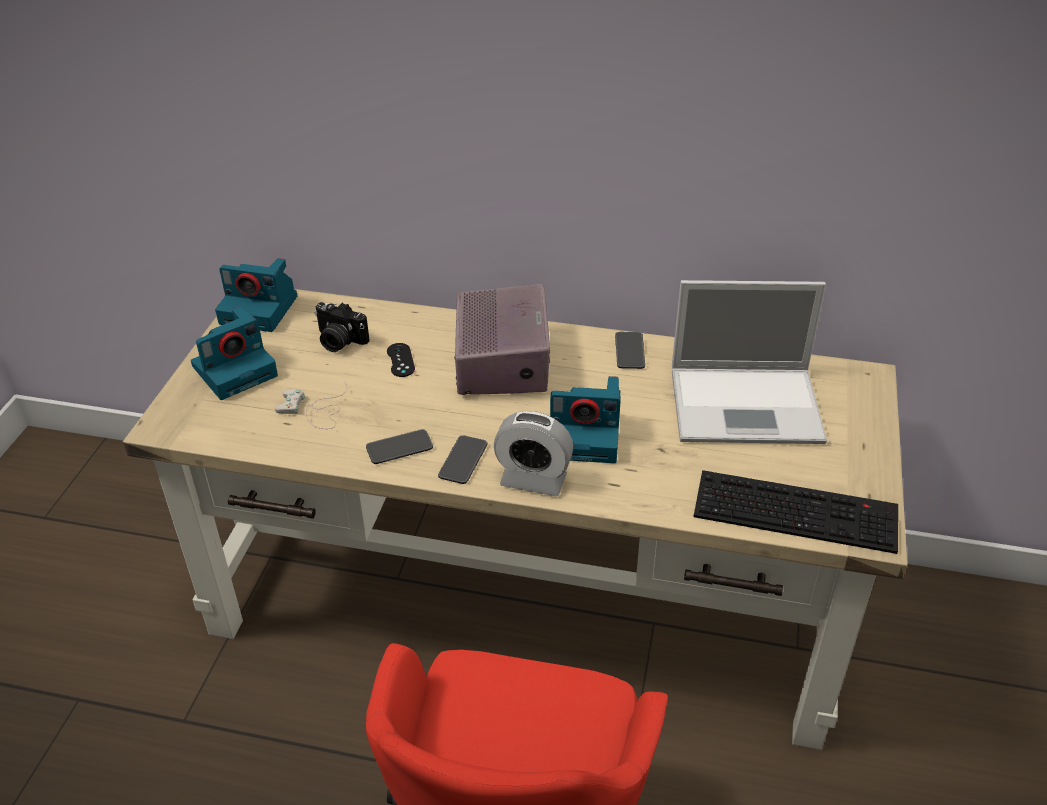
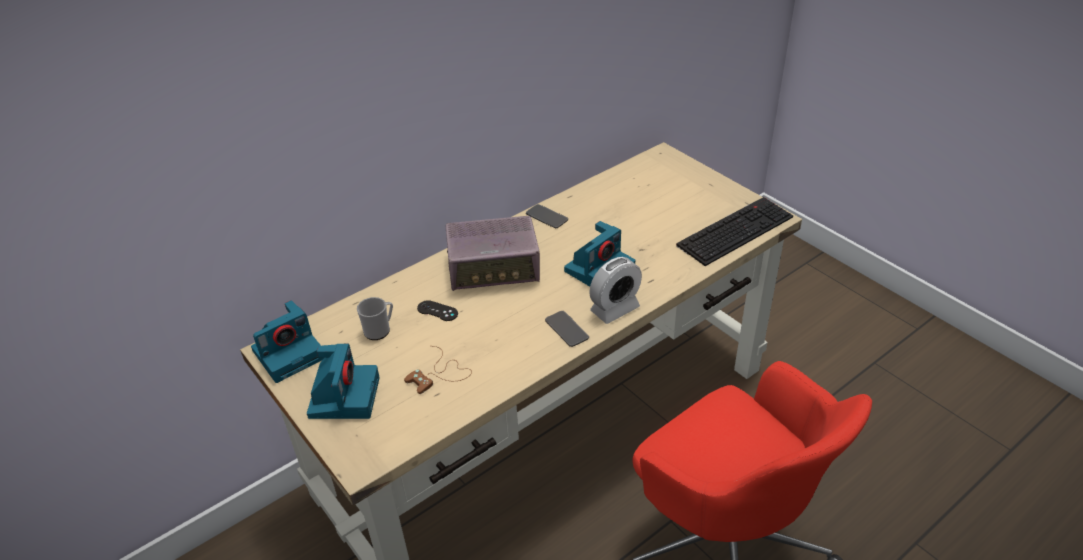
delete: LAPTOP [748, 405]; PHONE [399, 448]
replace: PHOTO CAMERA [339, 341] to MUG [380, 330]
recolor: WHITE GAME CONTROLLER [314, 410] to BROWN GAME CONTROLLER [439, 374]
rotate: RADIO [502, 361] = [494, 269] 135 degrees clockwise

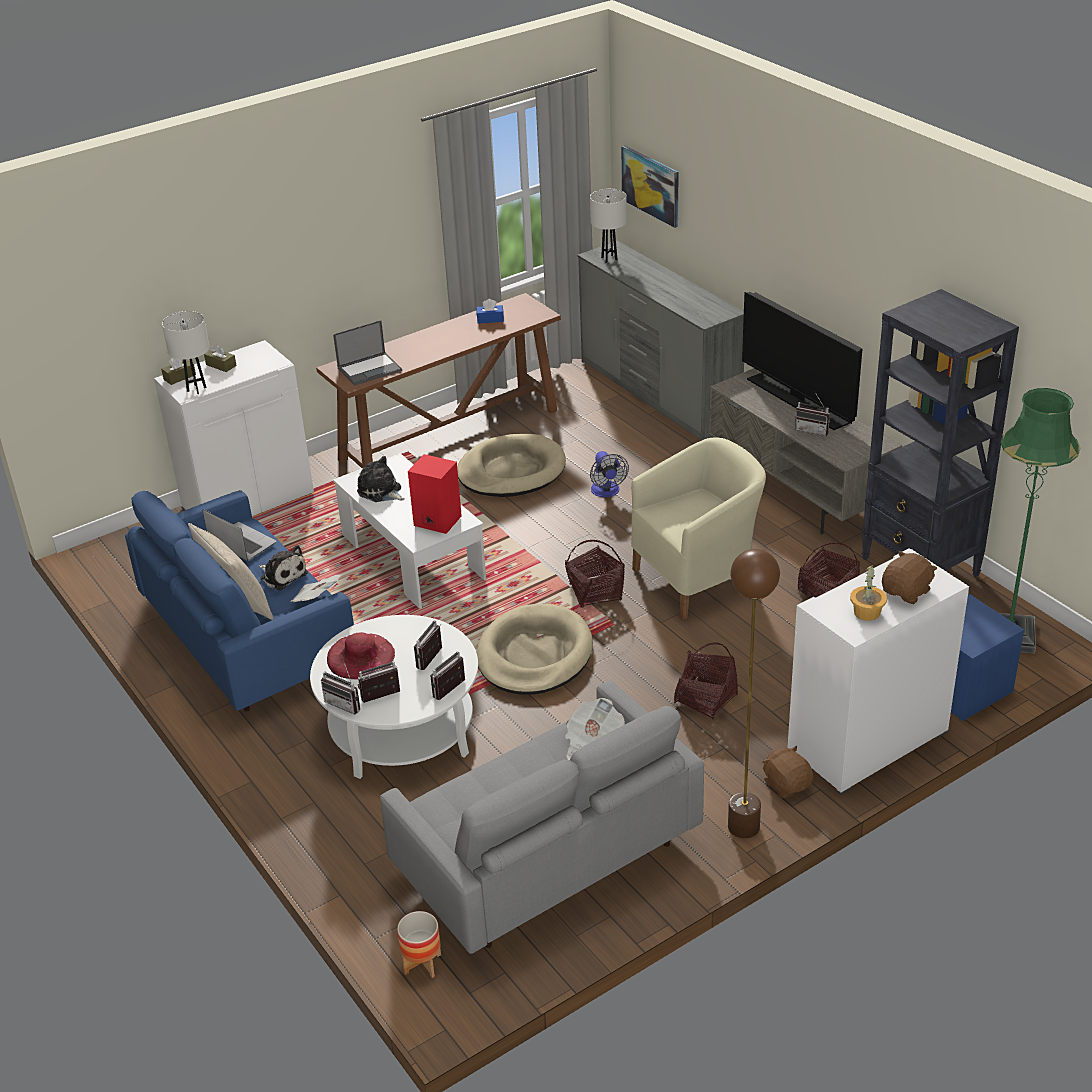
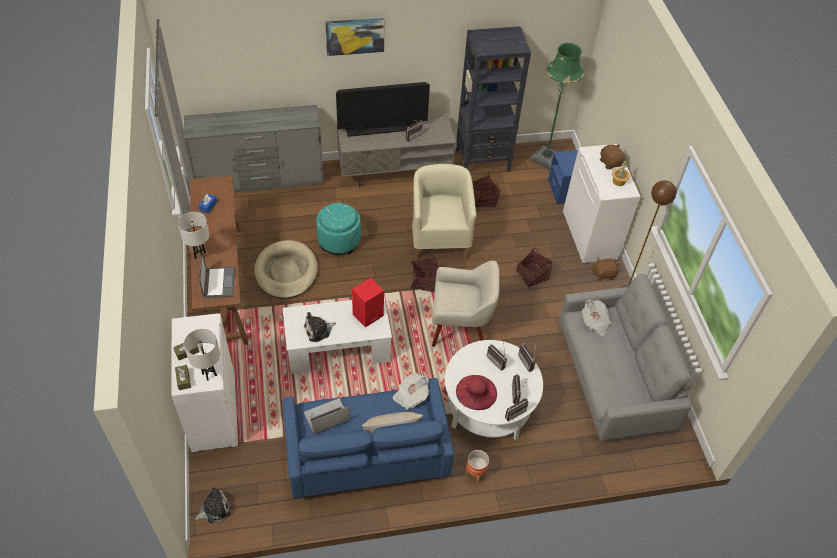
move: PICTURE [651, 185] to [355, 36]; WHITE TABLE LAMP [609, 258] to [200, 255]; PLUSH TOY [282, 575] to [214, 509]; PLANTER [422, 964] to [475, 472]
replace: FAN [606, 492] to TURQUOISE OTTOMAN [339, 241]; BEIGE DOG BED [534, 655] to BEIGE ARMCHAIR [460, 327]

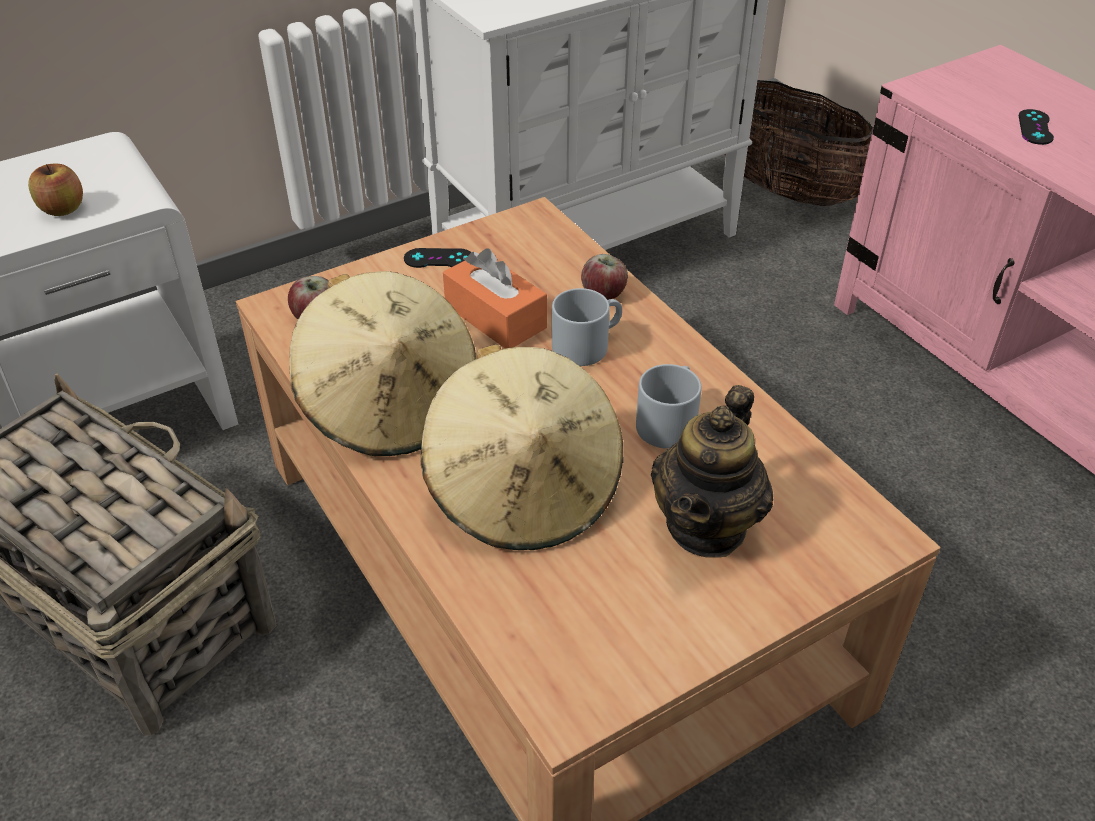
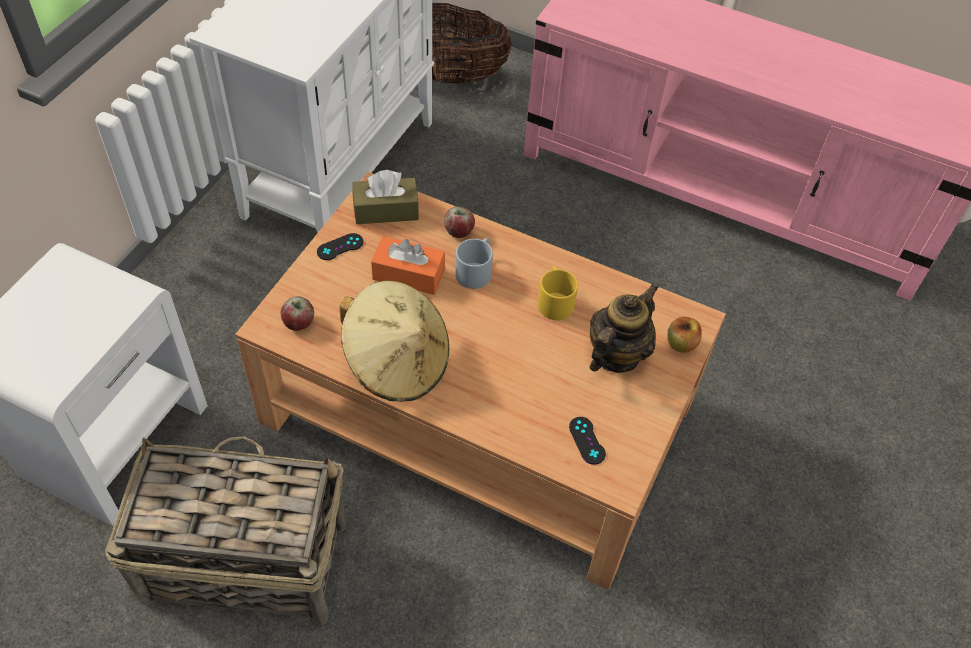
delete: BEIGE HAT [524, 491]
insert: BROWN TISSUE BOX [386, 210]
move: BLACK GAME CONTROLLER [1035, 127] to [587, 440]; APPLE [63, 209] to [681, 344]
recolor: GREY MUG [668, 420] to YELLOW MUG [554, 300]
rotate: TEAPOT [707, 526] = [616, 355] 135 degrees counterclockwise

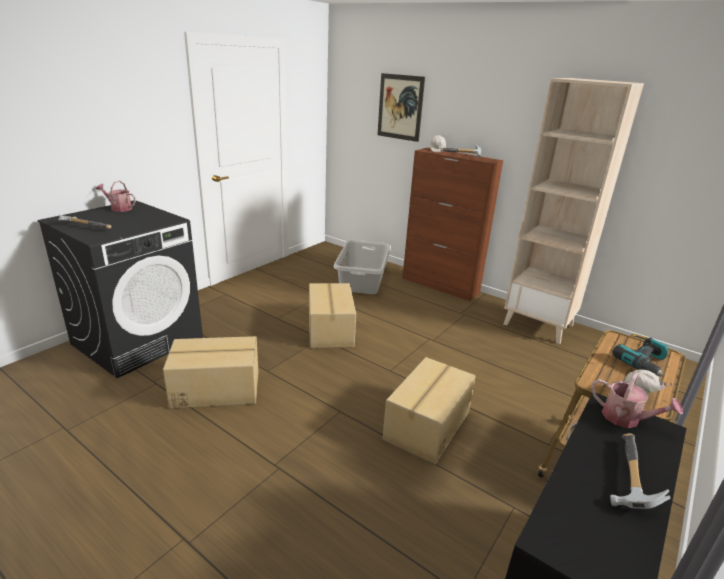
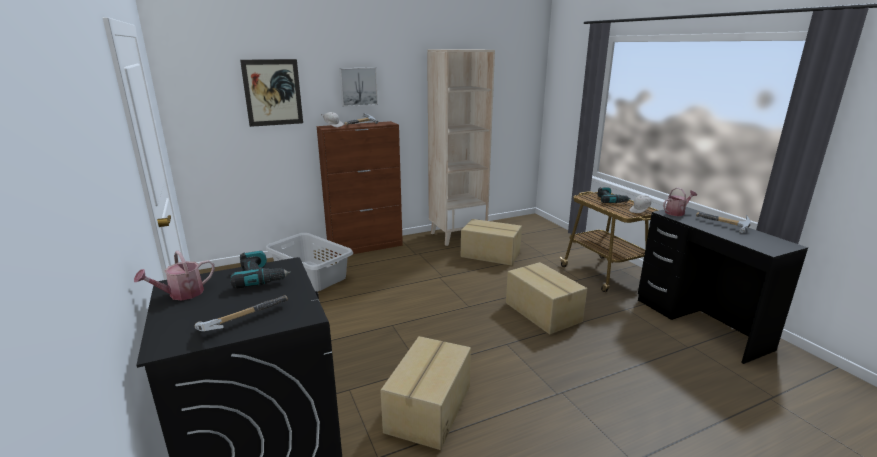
insert: PICTURE [358, 86]; POWER DRILL [260, 277]
move: CARDBOARD BOX [329, 330] to [490, 255]

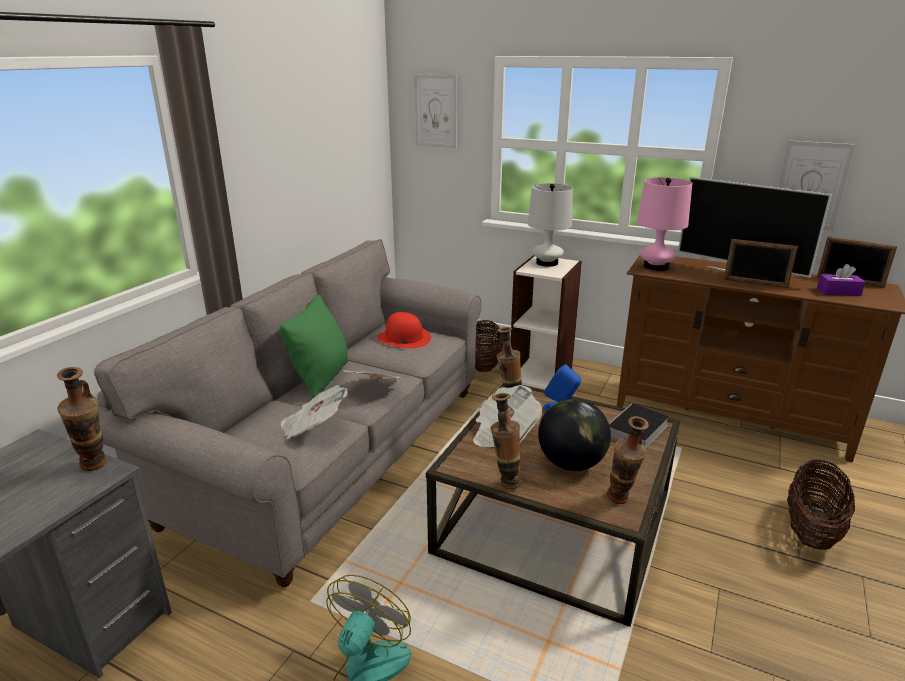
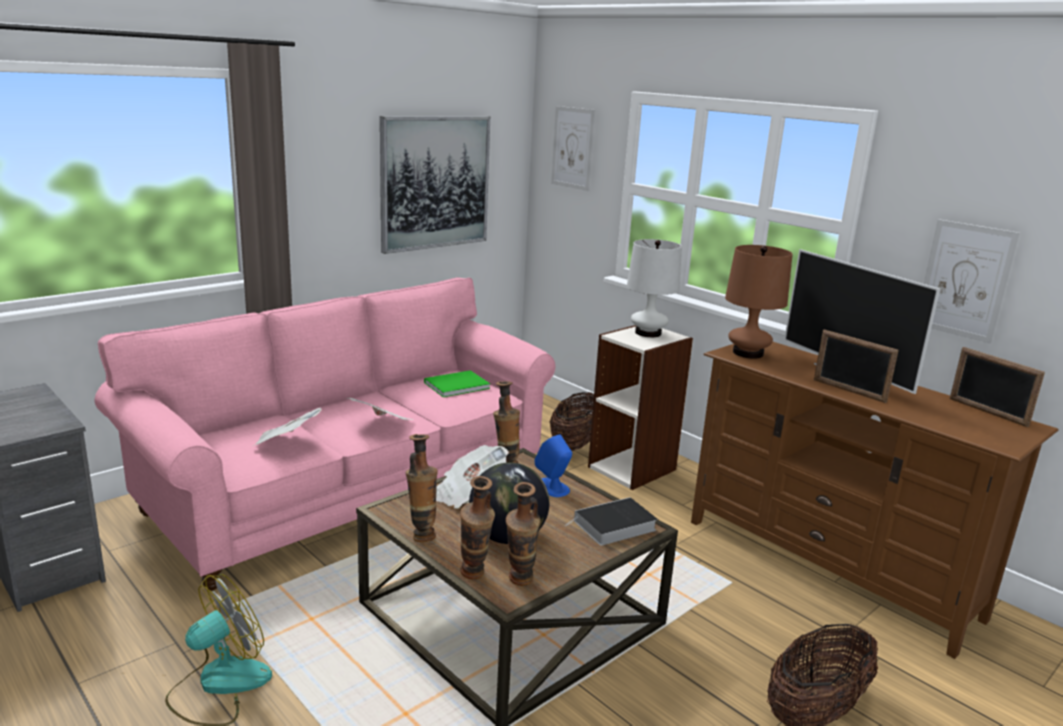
delete: PURPLE TISSUE BOX [838, 292]; GREEN PILLOW [321, 378]
insert: PICTURE [435, 182]
move: VASE [96, 468] to [474, 577]
replace: RED HAT [403, 338] to GREEN BOOK [454, 385]
recolor: PINK TABLE LAMP [655, 266] to BROWN TABLE LAMP [747, 353]; GREY SOFA [335, 452] to PINK SOFA [350, 491]

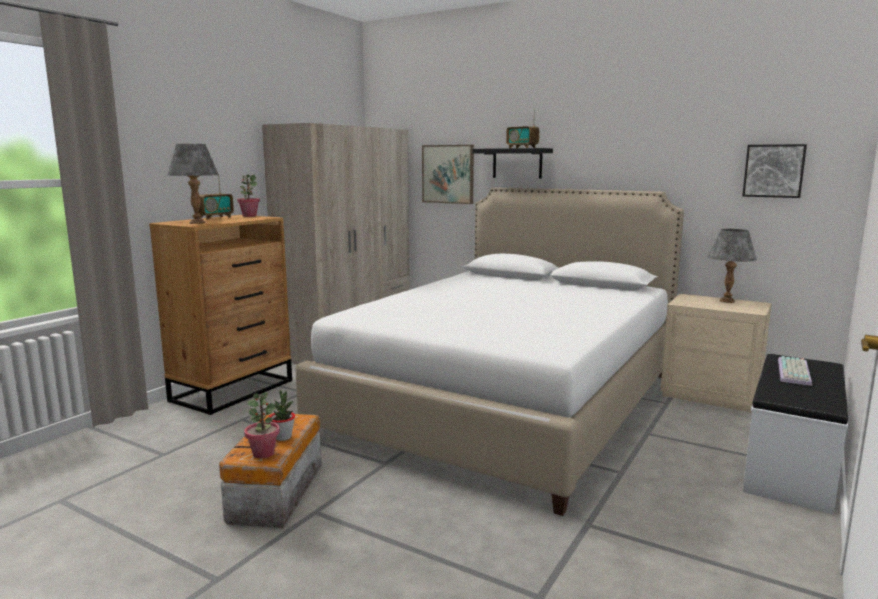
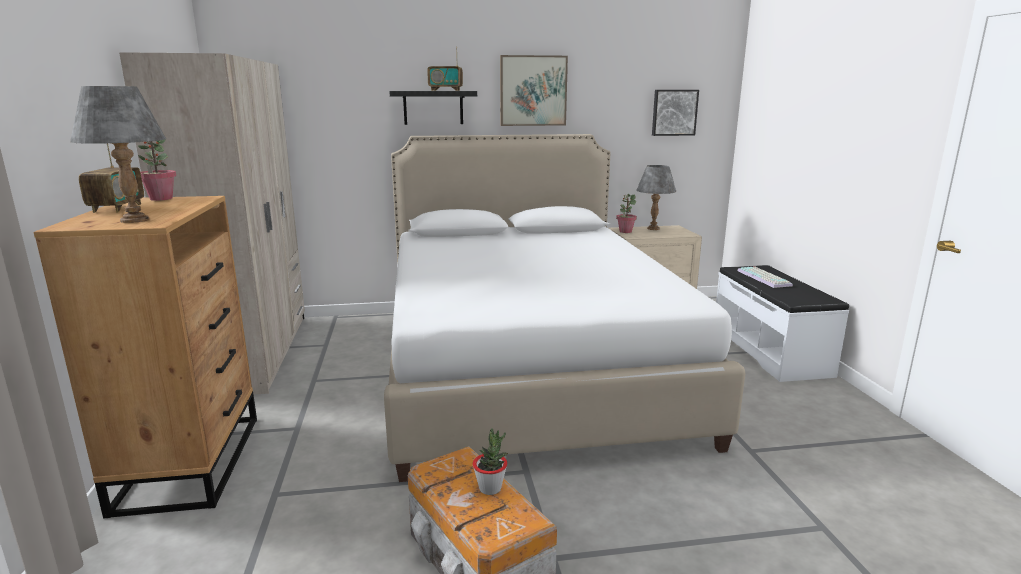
move: PICTURE [448, 174] to [533, 91]; POTTED PLANT [263, 453] to [625, 231]

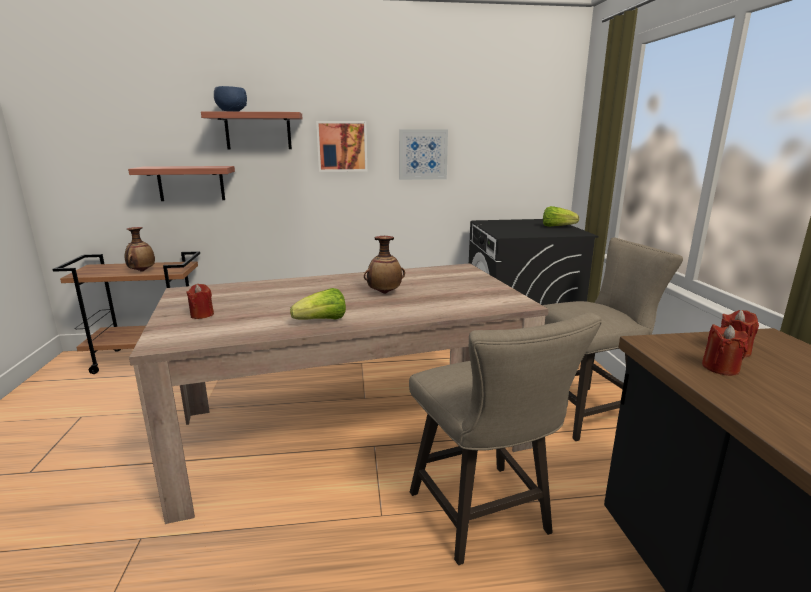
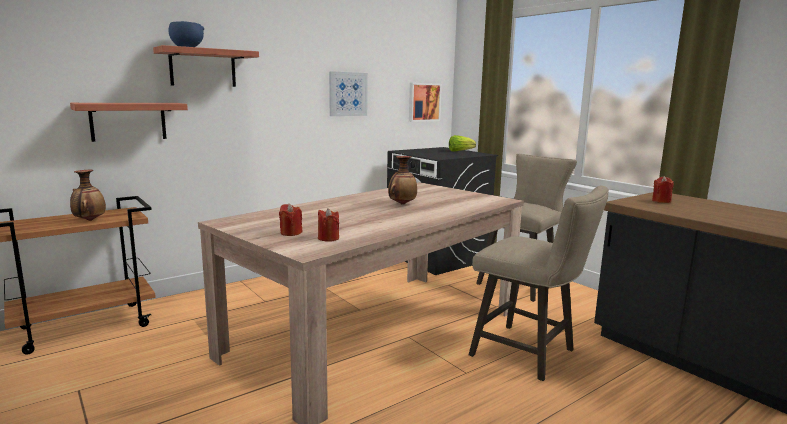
delete: LETTUCE [322, 321]
move: PICTURE [342, 146] to [423, 102]; RED CANDLE [720, 368] to [328, 238]

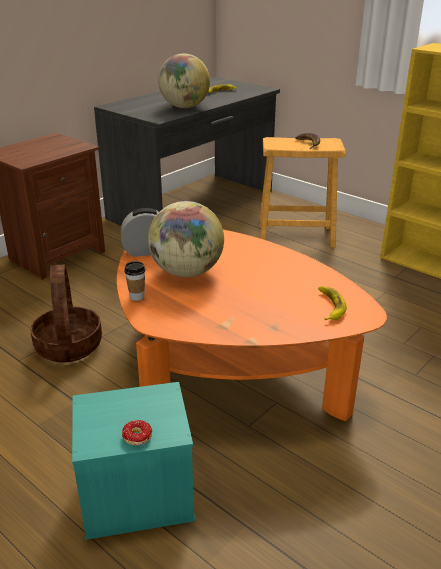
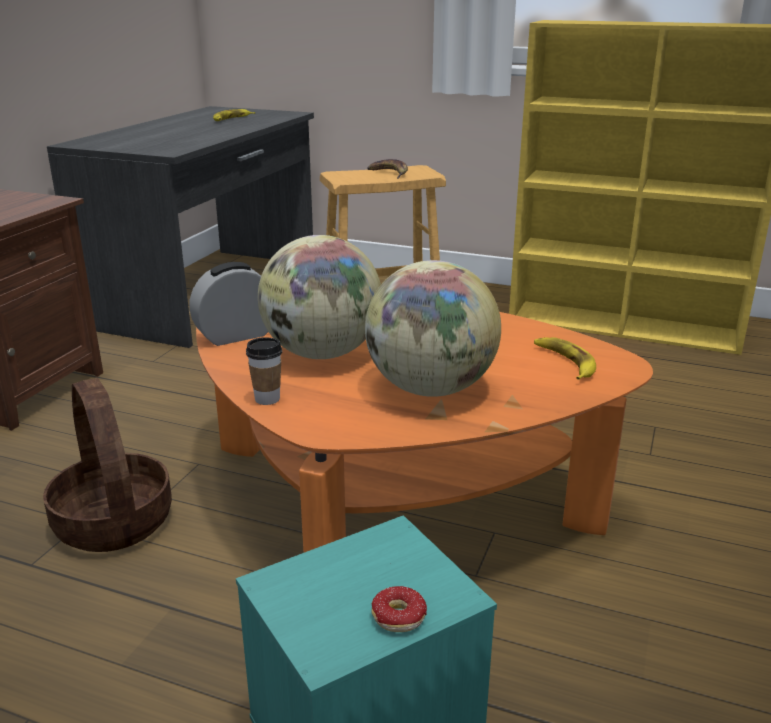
move: GLOBE [184, 107] to [430, 388]

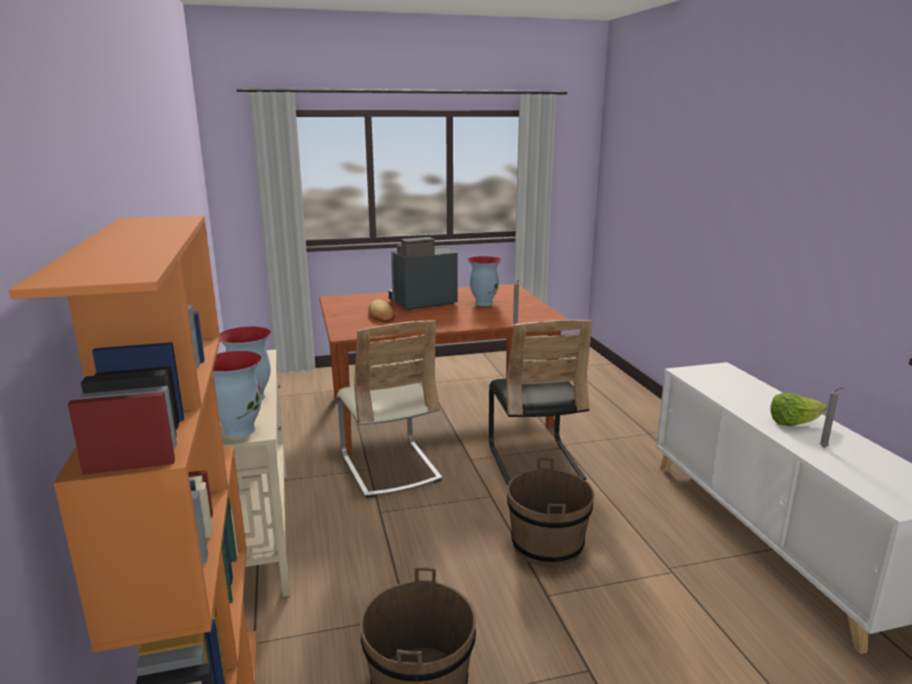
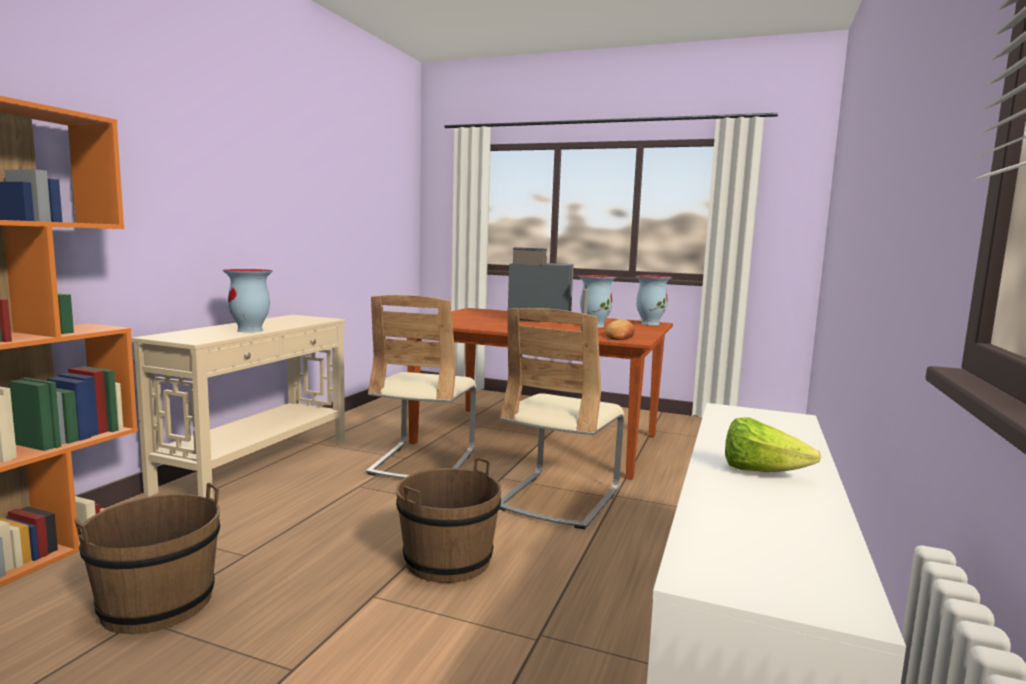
delete: GREY CANDLE [824, 447]
move: BREAD [381, 315] to [620, 336]; VASE [239, 430] to [650, 323]
recolor: BLACK CHAIR [534, 462] to BEIGE CHAIR [559, 498]

